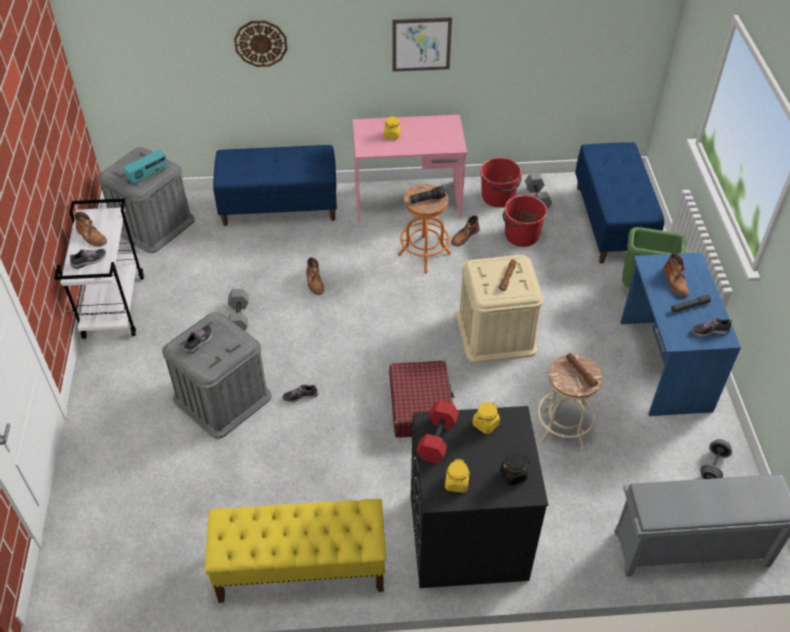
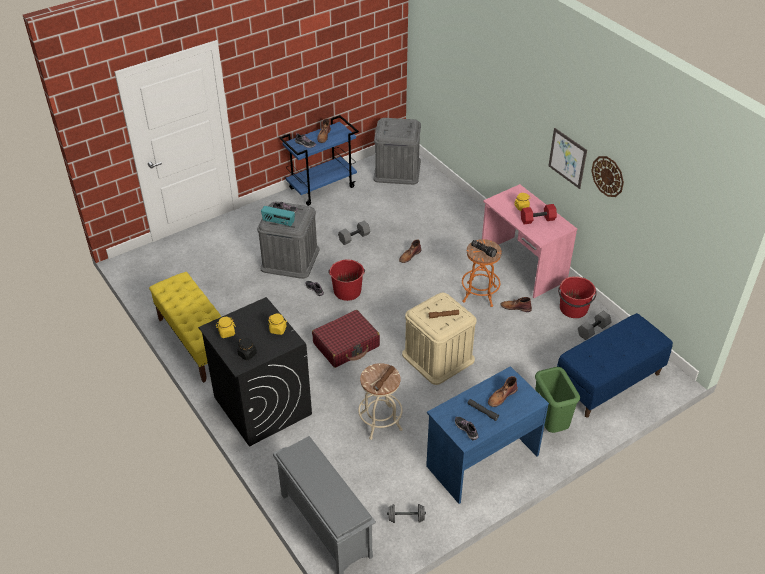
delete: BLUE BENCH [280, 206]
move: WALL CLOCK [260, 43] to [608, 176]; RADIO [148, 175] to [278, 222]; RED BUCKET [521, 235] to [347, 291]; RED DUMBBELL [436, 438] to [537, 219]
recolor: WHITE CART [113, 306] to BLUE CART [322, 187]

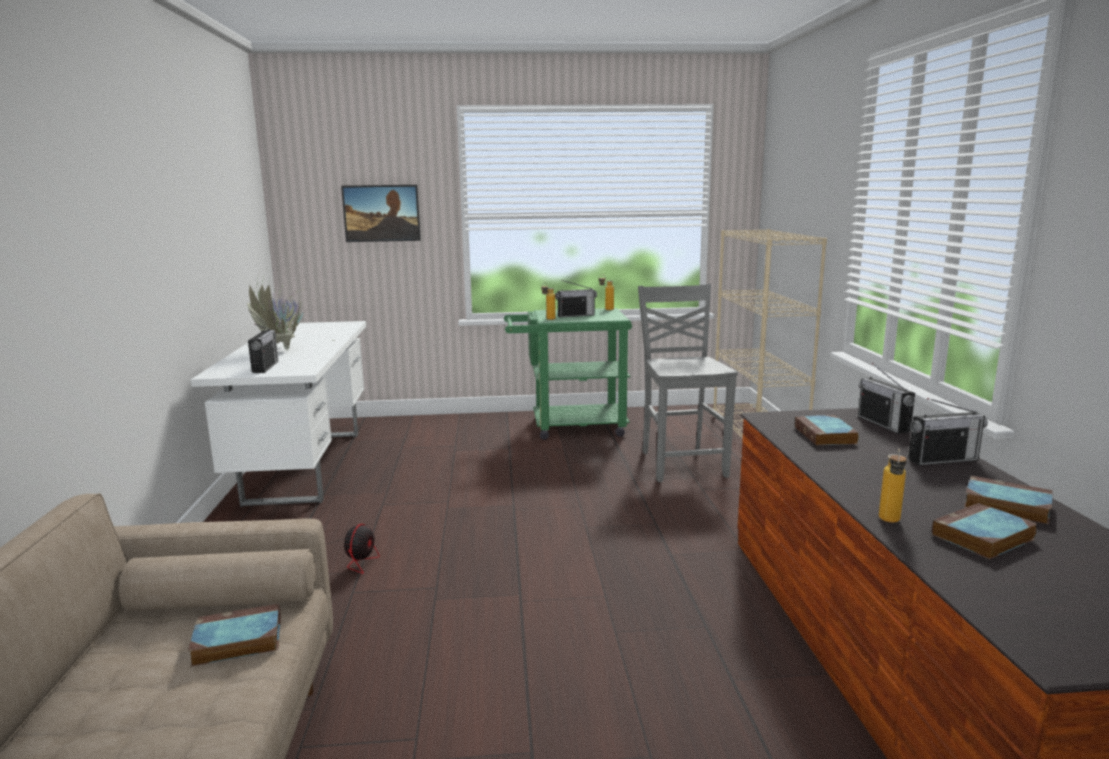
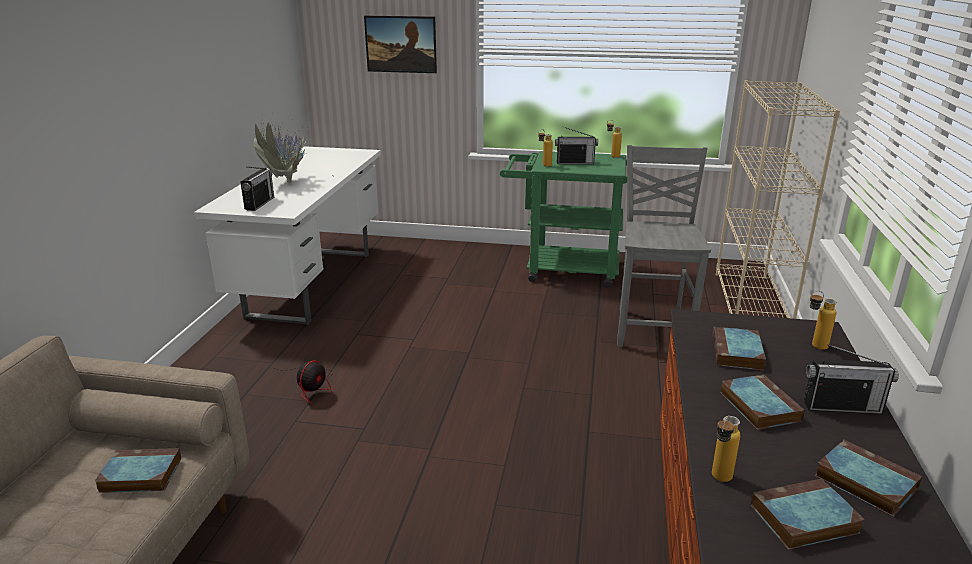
insert: BOOK [758, 405]
replace: RADIO [883, 424] to BOTTLE [813, 346]

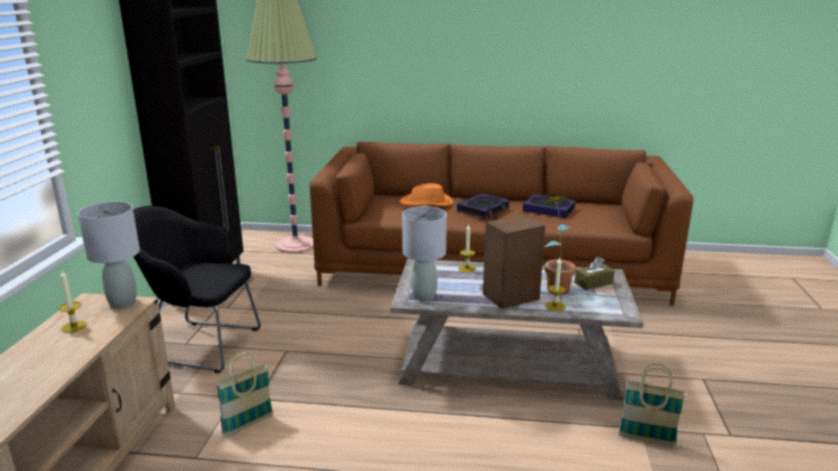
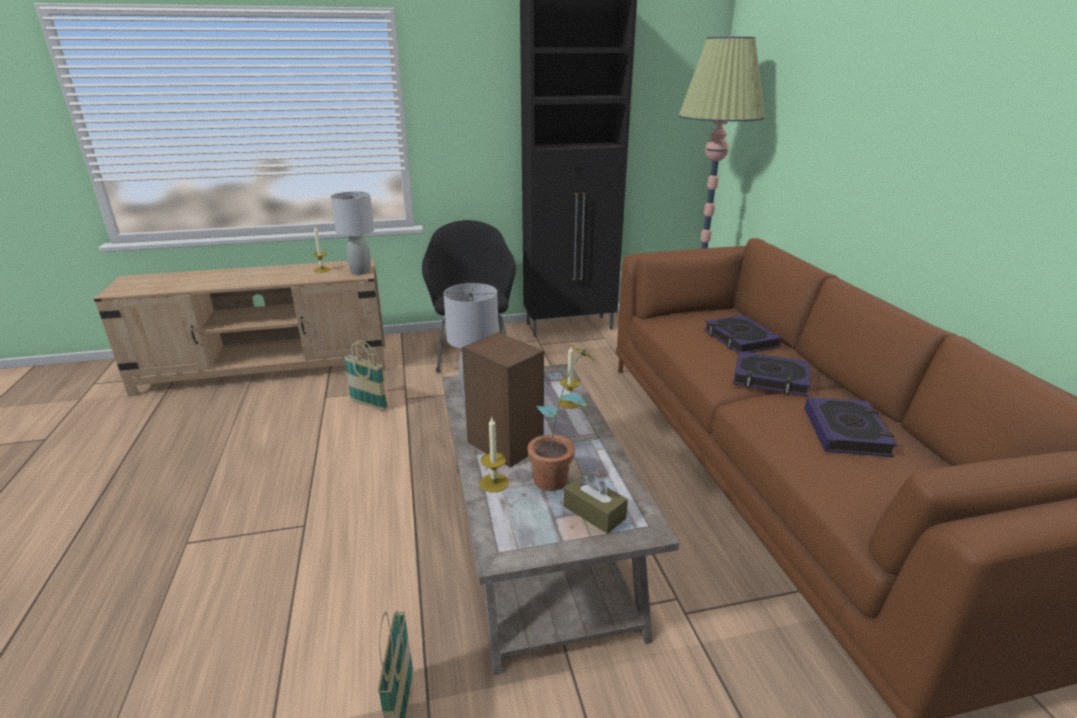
replace: ORANGE HAT [427, 203] to BOOK [740, 339]

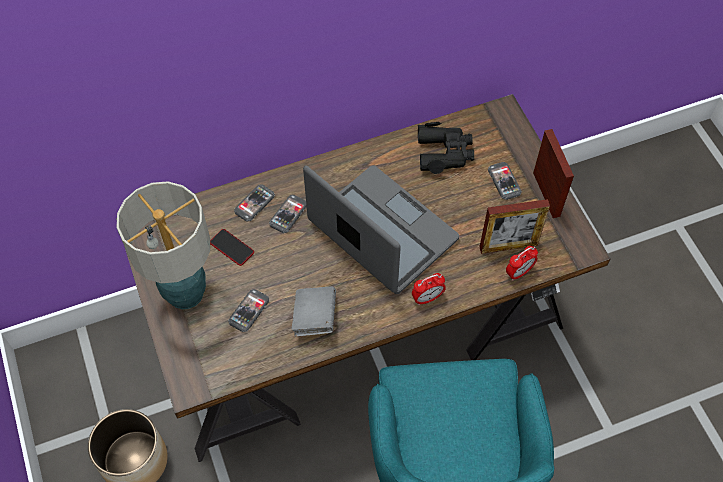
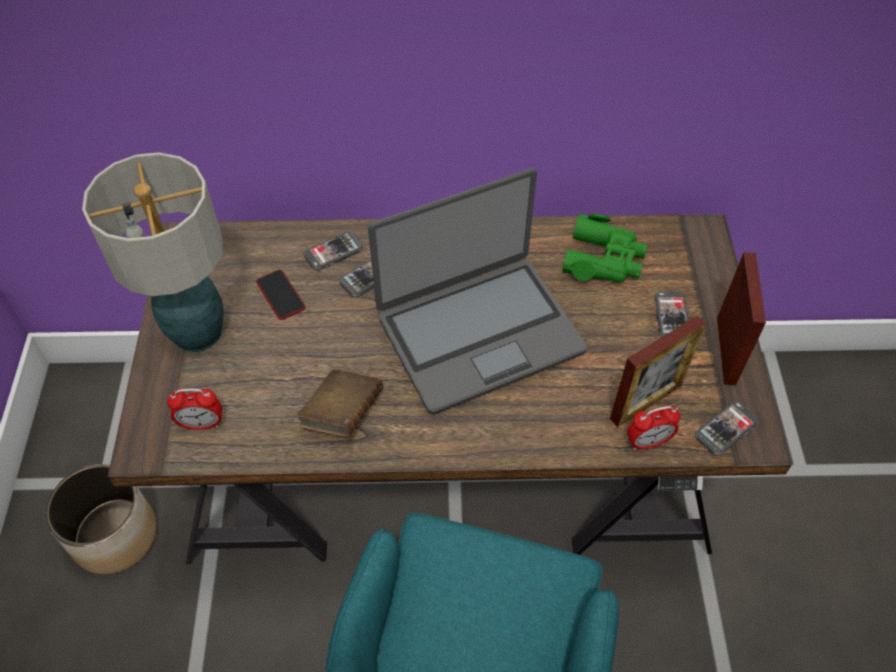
move: ALARM CLOCK [427, 298] to [202, 424]; PHONE [249, 311] to [726, 429]
recolor: BLACK BINOCULARS [444, 152] to GREEN BINOCULARS [604, 259]; GREY BOOK [314, 317] to BROWN BOOK [342, 413]
rotate: LAPTOP [381, 232] = [479, 333] 90 degrees clockwise; PICTURE FRAME [508, 246] = [646, 402] 45 degrees counterclockwise

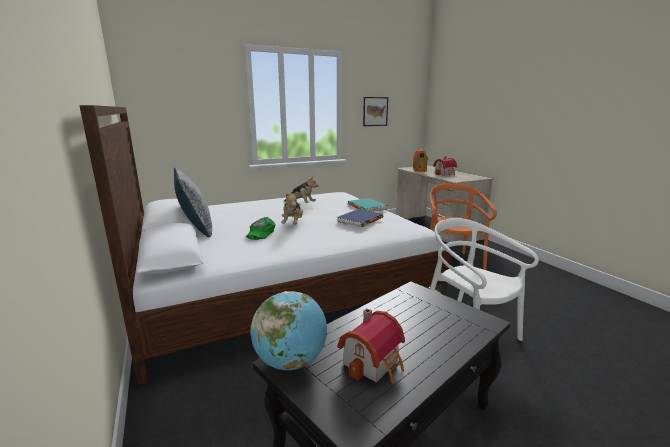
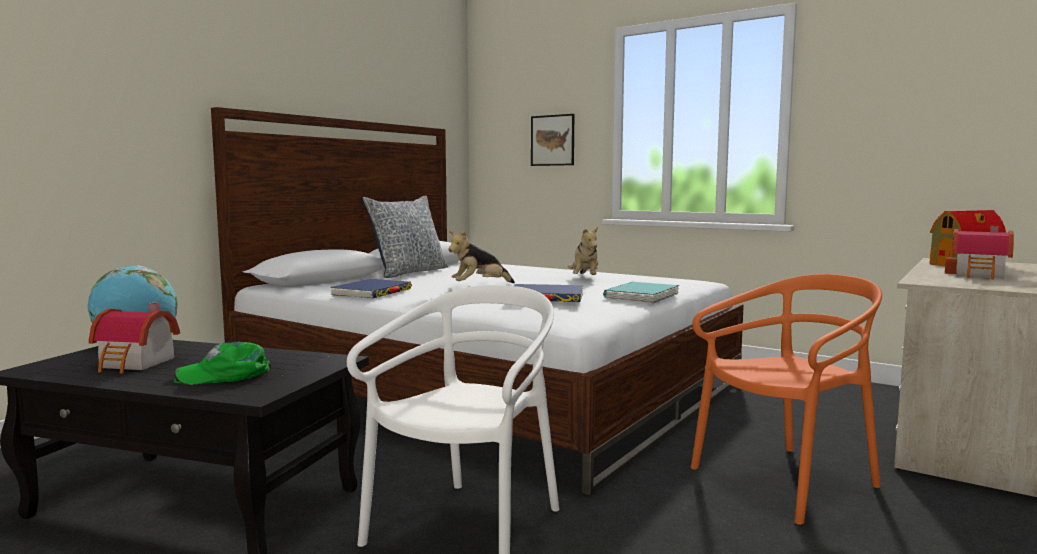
insert: BLUE BOOK [372, 293]
move: PICTURE [375, 111] to [552, 140]; GREEN CAP [260, 233] to [225, 375]

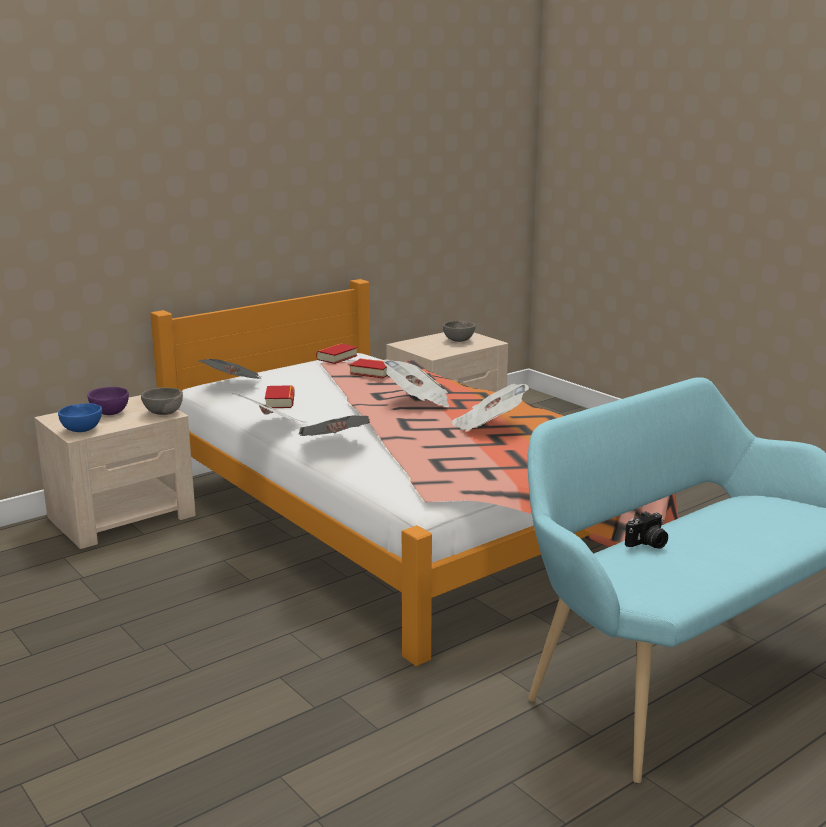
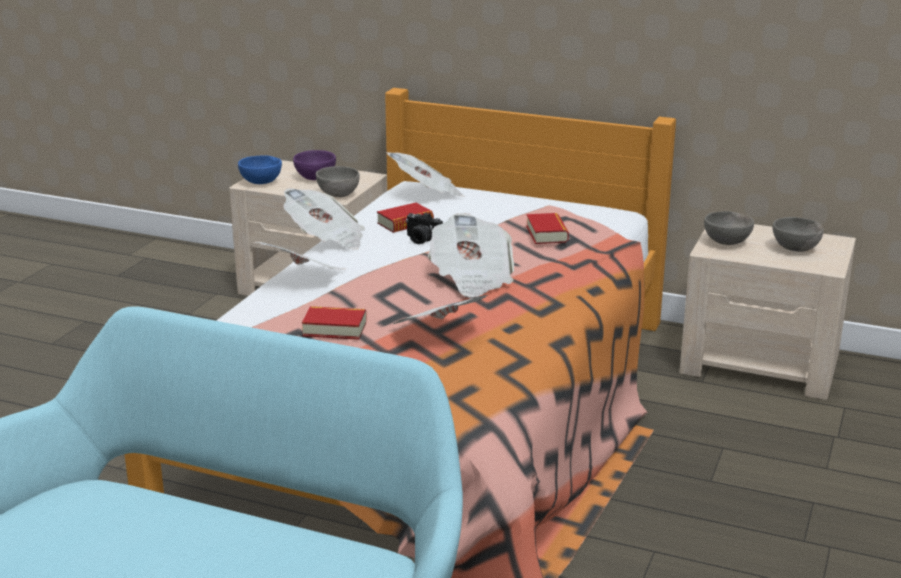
insert: GREY BOWL [727, 243]
move: BOOK [337, 357] to [335, 329]; PHOTO CAMERA [648, 544] to [421, 240]

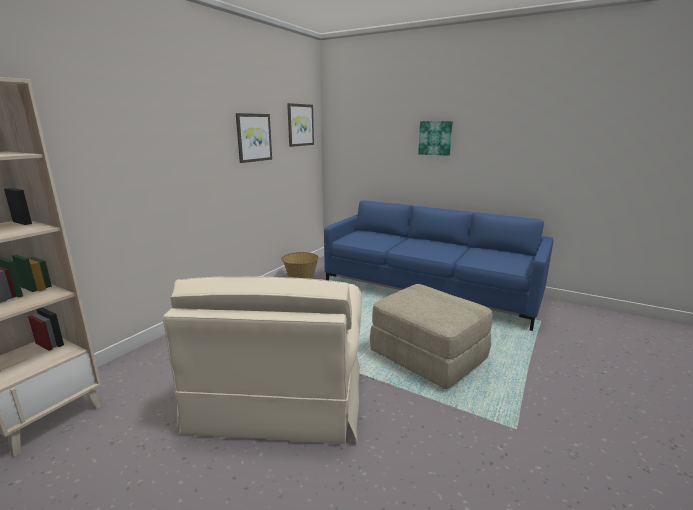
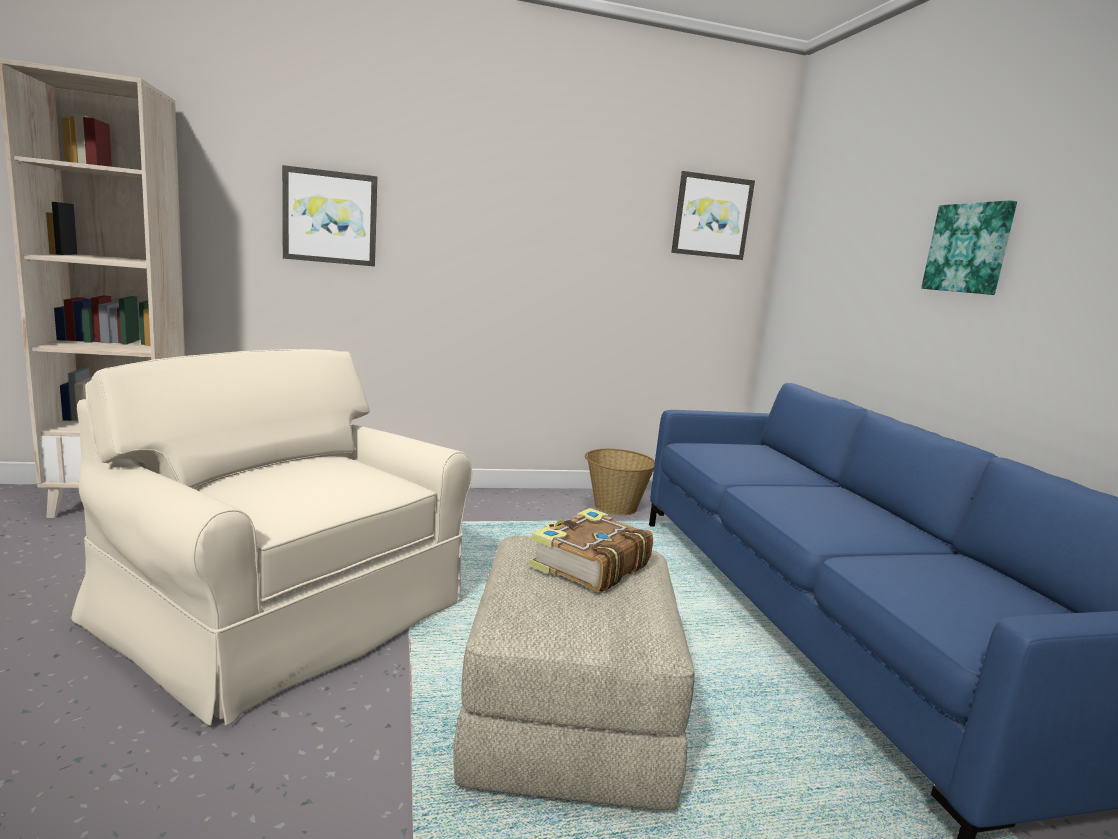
insert: BOOK [588, 565]
move: PICTURE [253, 137] to [330, 217]
rotate: BEIGE ARMCHAIR [280, 392] = [285, 610] 75 degrees clockwise

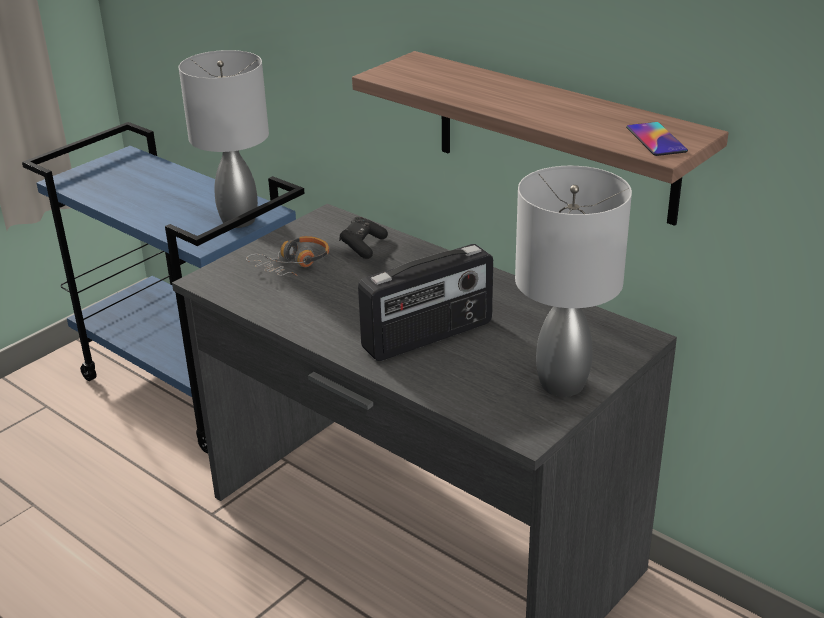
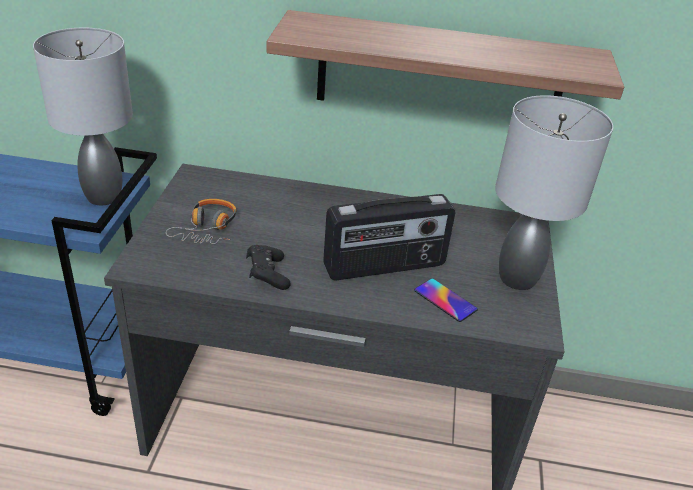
move: PHONE [656, 140] to [445, 300]; BLACK GAME CONTROLLER [362, 246] to [267, 275]
rotate: RADIO [428, 336] = [385, 266] 45 degrees clockwise

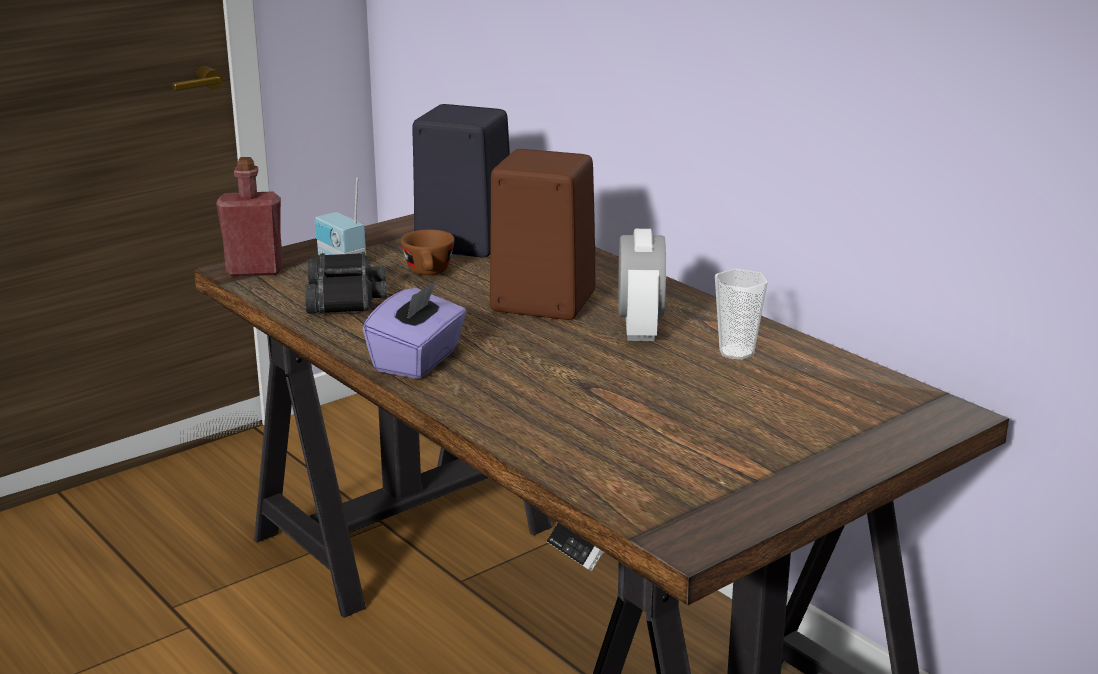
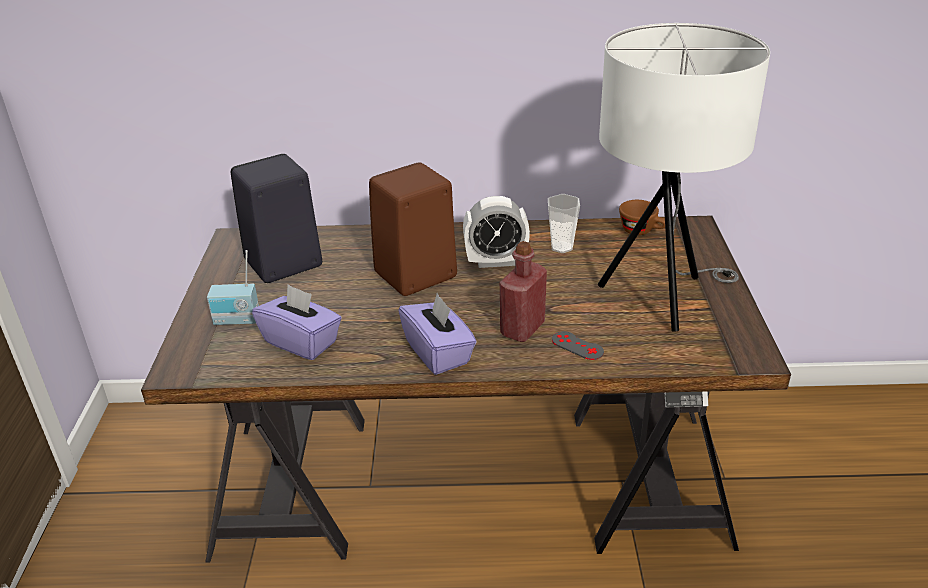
insert: WHITE TABLE LAMP [662, 297]; GREY GAME CONTROLLER [577, 346]
move: RED BOTTLE [255, 270] to [522, 329]; BROWN CUP [429, 273] to [642, 231]
replace: BLACK BINOCULARS [346, 297] to PURPLE TISSUE BOX [302, 342]
rotate: ALARM CLOCK [639, 329] = [496, 261] 135 degrees clockwise

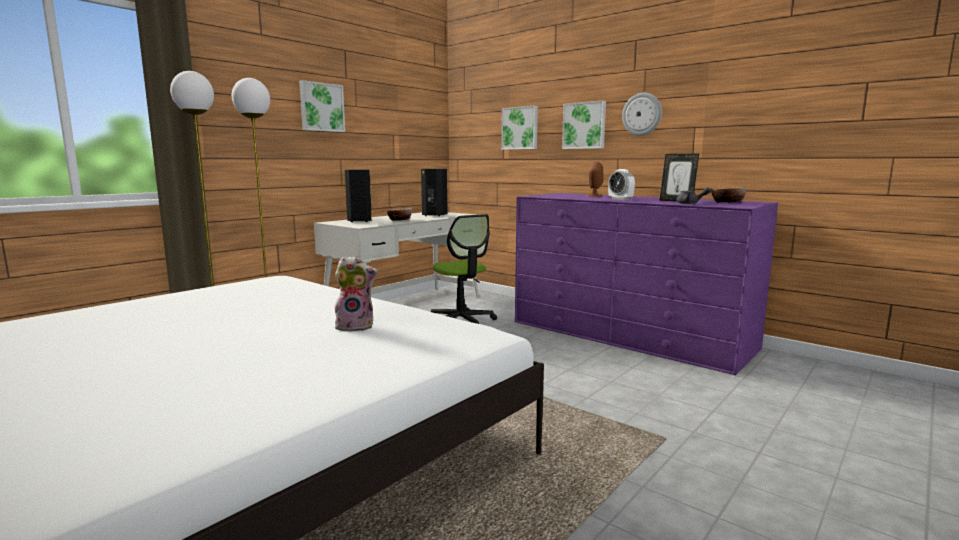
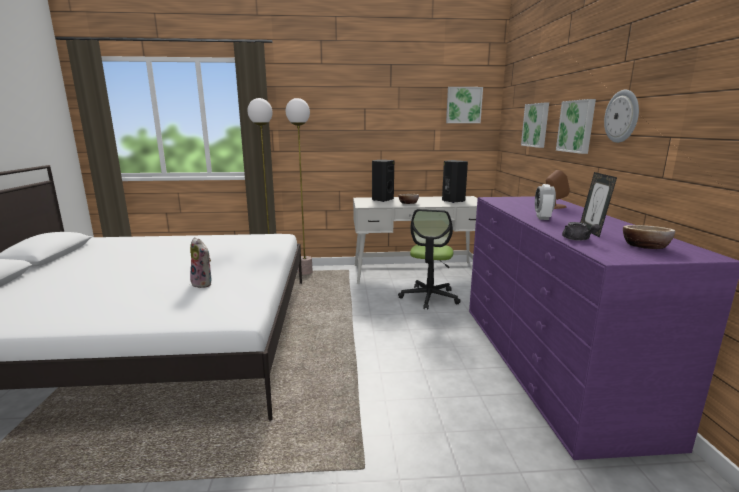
move: PICTURE [321, 107] to [463, 105]

